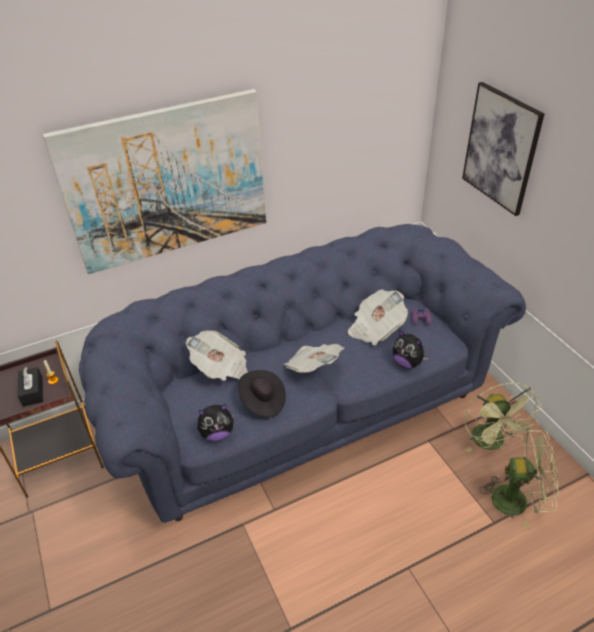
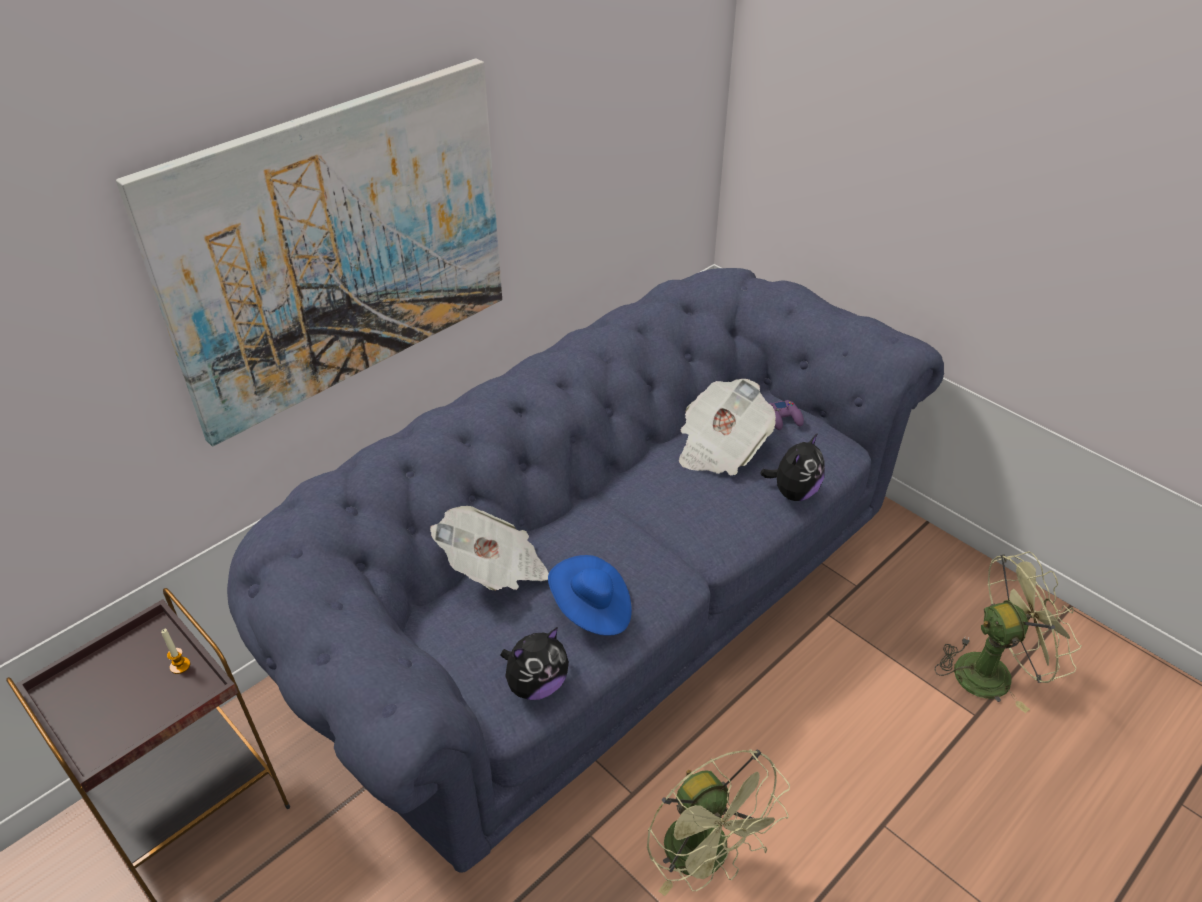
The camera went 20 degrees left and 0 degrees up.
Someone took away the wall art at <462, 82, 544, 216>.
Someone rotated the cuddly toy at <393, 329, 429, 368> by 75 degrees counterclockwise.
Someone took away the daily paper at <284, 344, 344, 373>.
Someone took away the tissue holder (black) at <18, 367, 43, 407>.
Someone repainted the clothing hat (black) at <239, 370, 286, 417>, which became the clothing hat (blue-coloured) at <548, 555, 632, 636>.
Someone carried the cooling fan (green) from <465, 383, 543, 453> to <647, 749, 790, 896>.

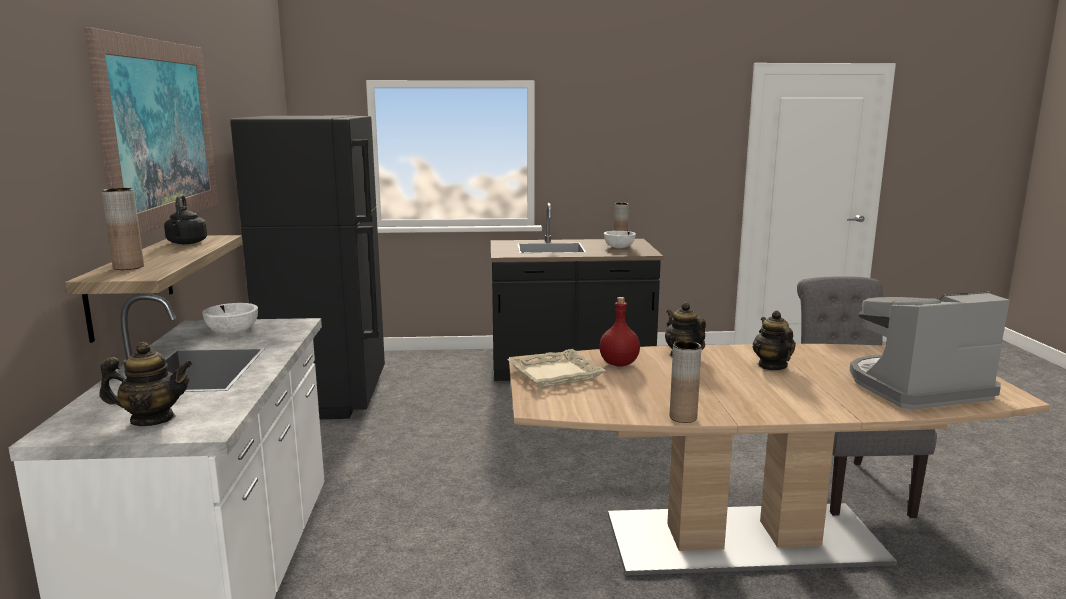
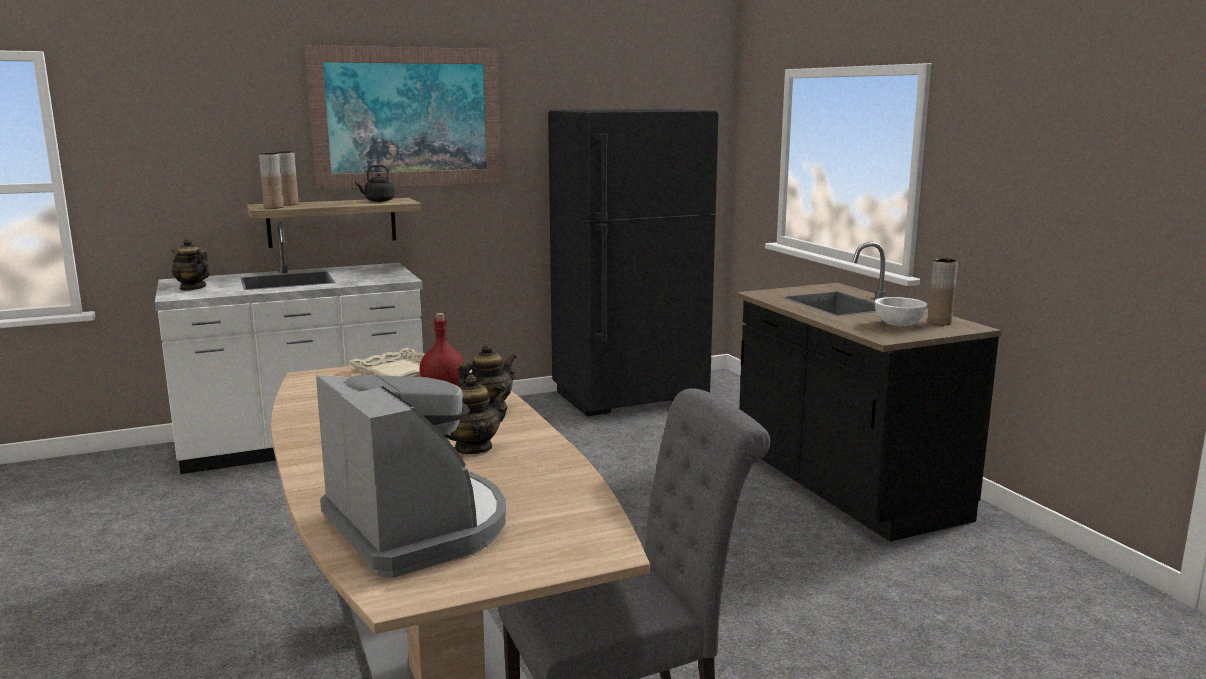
The camera went 70 degrees right and 0 degrees up.
Someone took away the serving bowl (whitish) at <202, 303, 258, 334>.
Someone carried the vase (brown-coloured) from <670, 341, 702, 423> to <259, 153, 284, 209>.
Someone rotated the pot for tea at <99, 342, 193, 426> by 150 degrees clockwise.

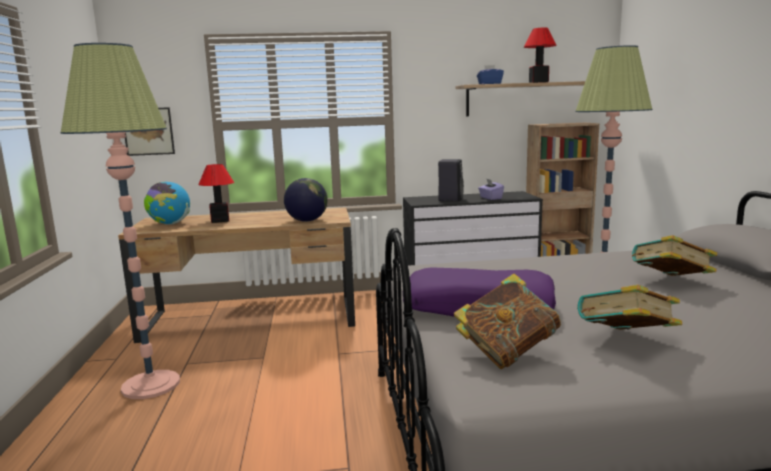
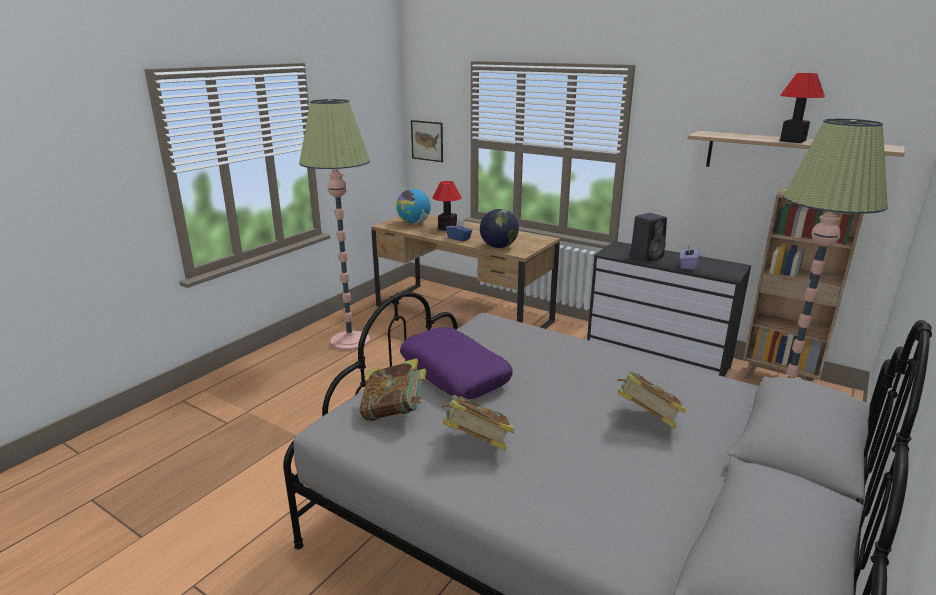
The camera went 40 degrees right and 10 degrees up.
Someone carried the tissue holder (blue-coloured) from <477, 65, 504, 84> to <446, 220, 472, 241>.

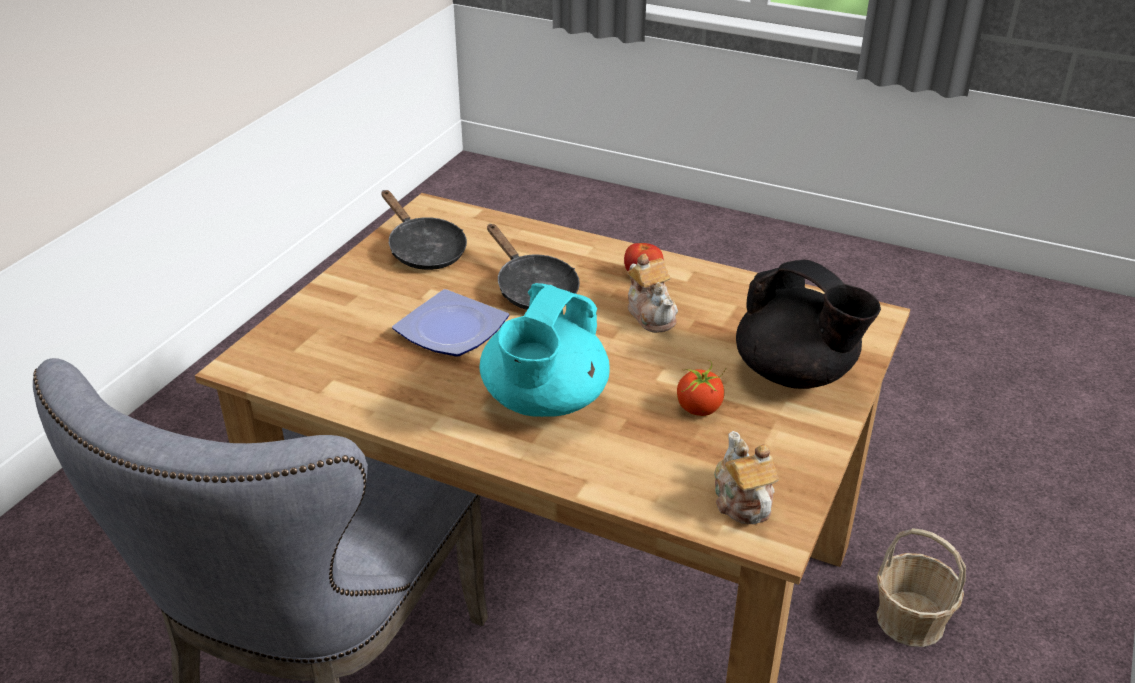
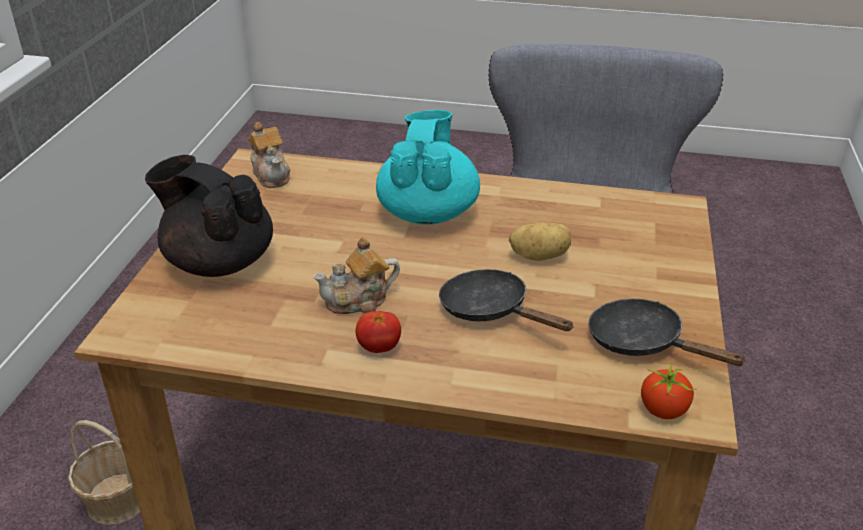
The camera went 165 degrees right and 0 degrees up.
Someone rotated the pot for tea at <627, 253, 678, 333> by 75 degrees counterclockwise.
Someone swapped the dinner plate at <392, 289, 509, 357> for the spud at <509, 222, 571, 261>.
Someone carried the whole tomato from <677, 360, 726, 416> to <641, 362, 697, 419>.

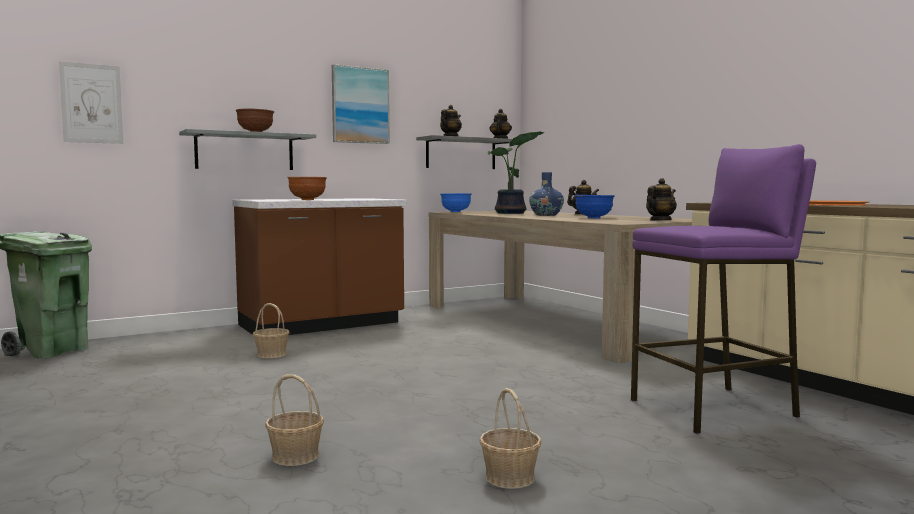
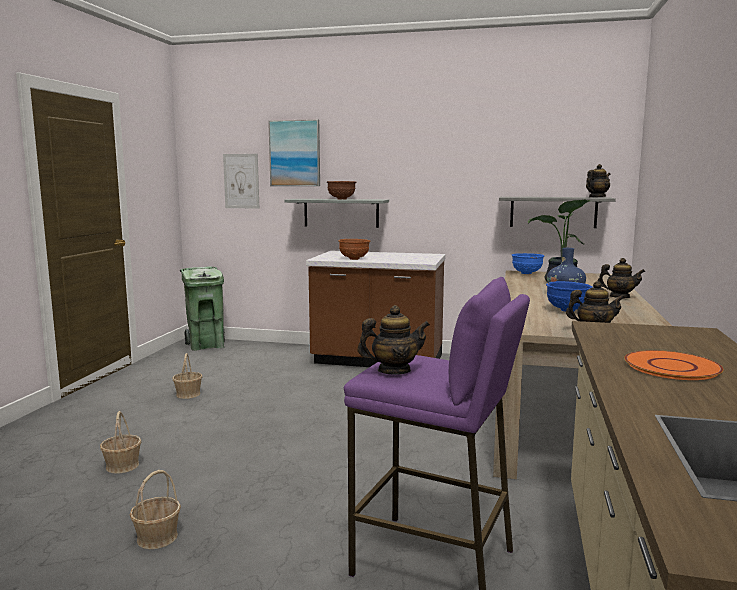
The camera went 45 degrees right and 5 degrees up.
Someone carried the wall art from <332, 64, 390, 144> to <268, 119, 320, 186>.
Someone carried the pot for tea from <440, 105, 462, 136> to <357, 305, 430, 375>.
Someone carried the household basket from <253, 303, 290, 358> to <172, 353, 202, 399>.

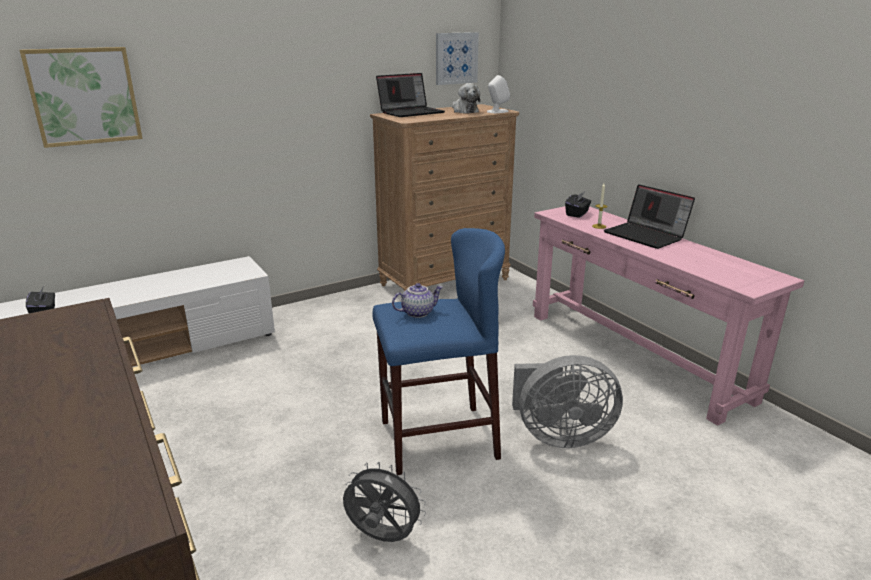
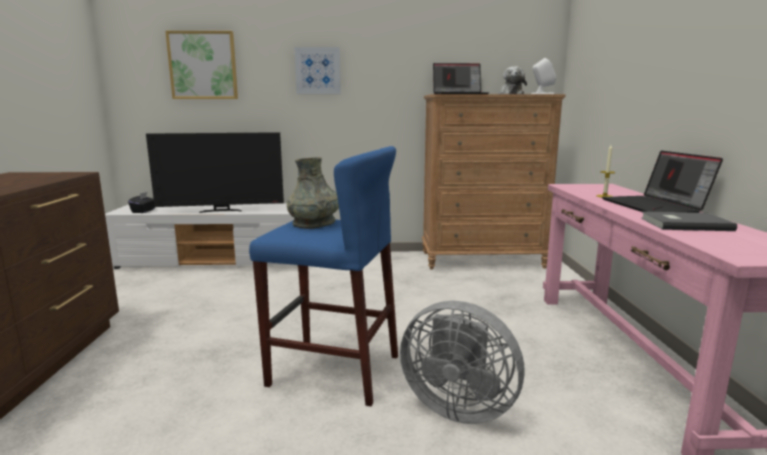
The camera went 30 degrees right and 10 degrees down.
Someone carried the wall art from <436, 32, 479, 85> to <294, 47, 341, 94>.
Someone took away the tissue holder (black) at <565, 191, 591, 218>.
Someone swapped the pot for tea at <392, 283, 443, 318> for the vase (gray) at <287, 157, 339, 229>.
Someone took away the cooling fan (gray) at <343, 462, 426, 542>.
Someone put down the television at <146, 132, 284, 213>.
Someone put down the bound book (gray) at <641, 211, 737, 231>.

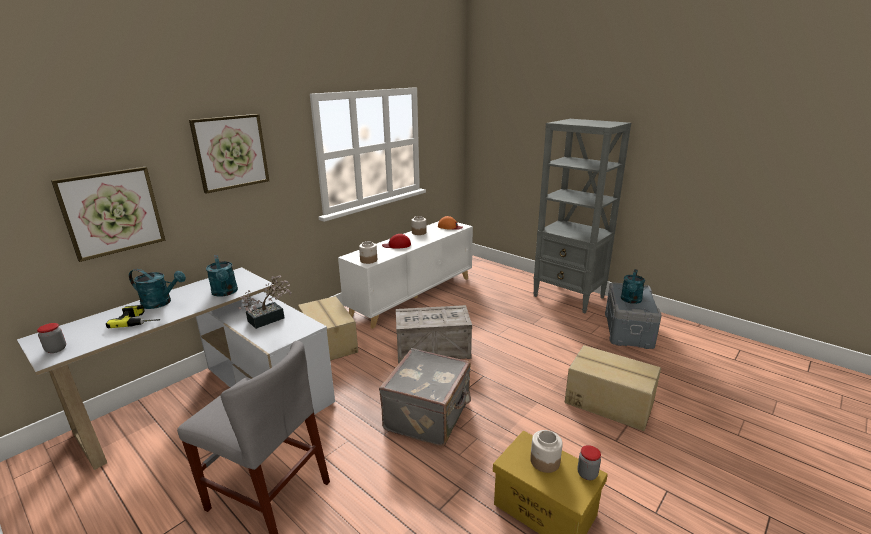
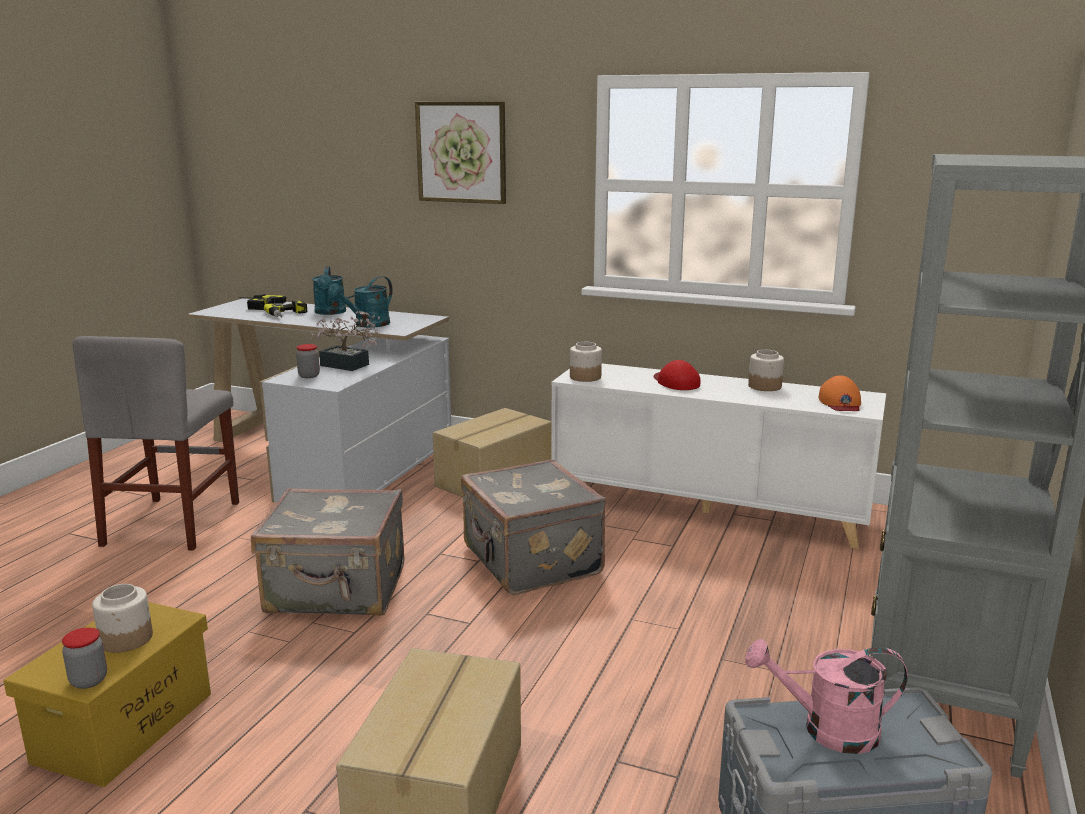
The camera went 70 degrees right and 5 degrees down.
Someone took away the wall art at <51, 167, 165, 262>.
Someone repainted the sprinkling can (blue-green) at <621, 269, 645, 304>, which became the sprinkling can (pink-coloured) at <745, 639, 908, 754>.
Someone swapped the shipping crate at <396, 305, 472, 363> for the suitcase (gray) at <461, 459, 606, 595>.
Someone carried the jar from <37, 323, 66, 353> to <296, 344, 320, 378>.
Someone put down the power drill at <239, 294, 286, 310>.

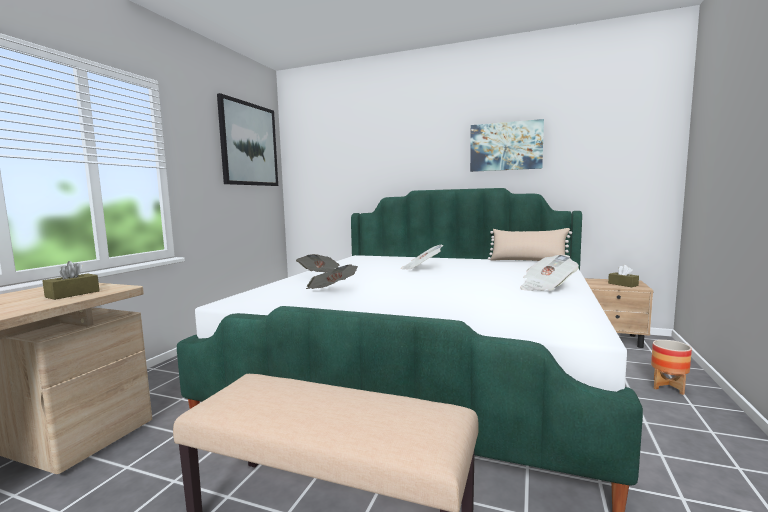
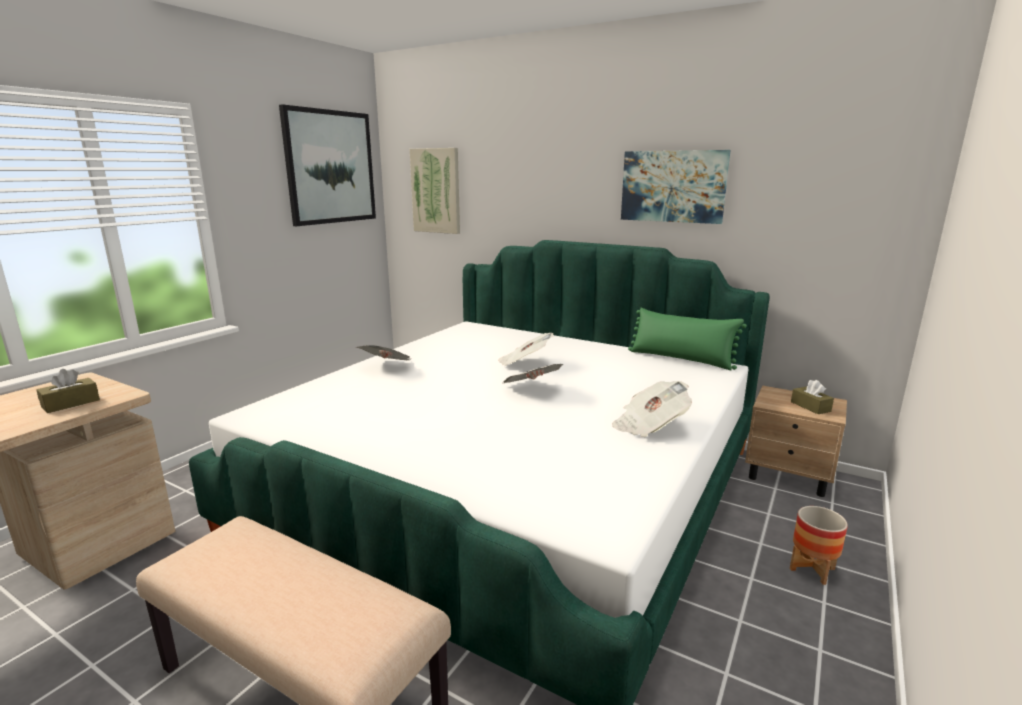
The camera went 10 degrees right and 10 degrees up.
Someone repainted the throw pillow (sand-coloured) at <488, 228, 572, 261>, which became the throw pillow (green) at <628, 308, 747, 370>.
Someone carried the daily paper from <306, 264, 358, 289> to <503, 364, 563, 383>.
Someone put up the wall art at <410, 148, 460, 234>.

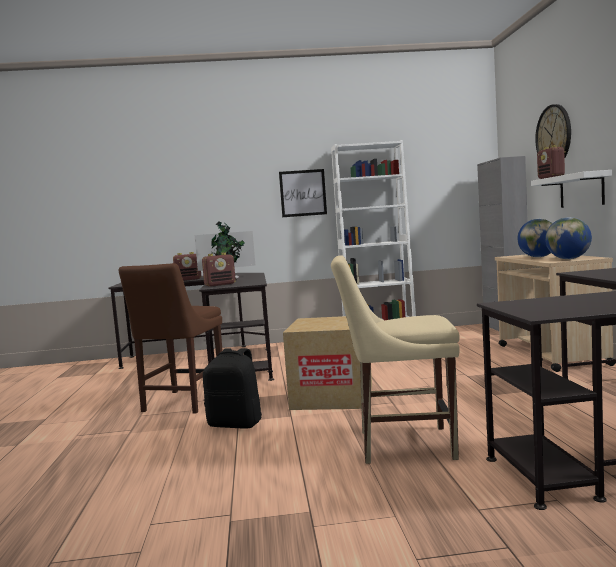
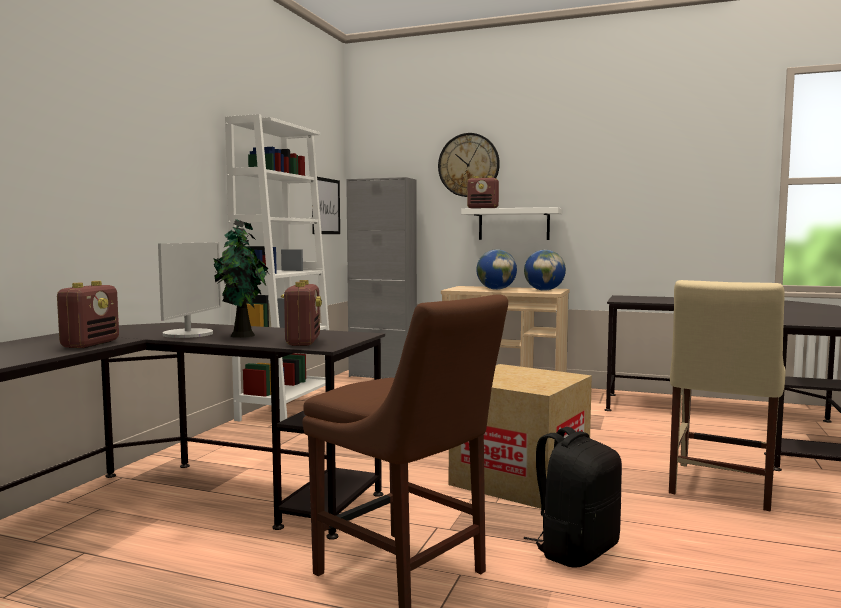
The camera went 65 degrees left and 0 degrees up.
Someone carried the wall art from <279, 169, 327, 217> to <312, 177, 340, 234>.

